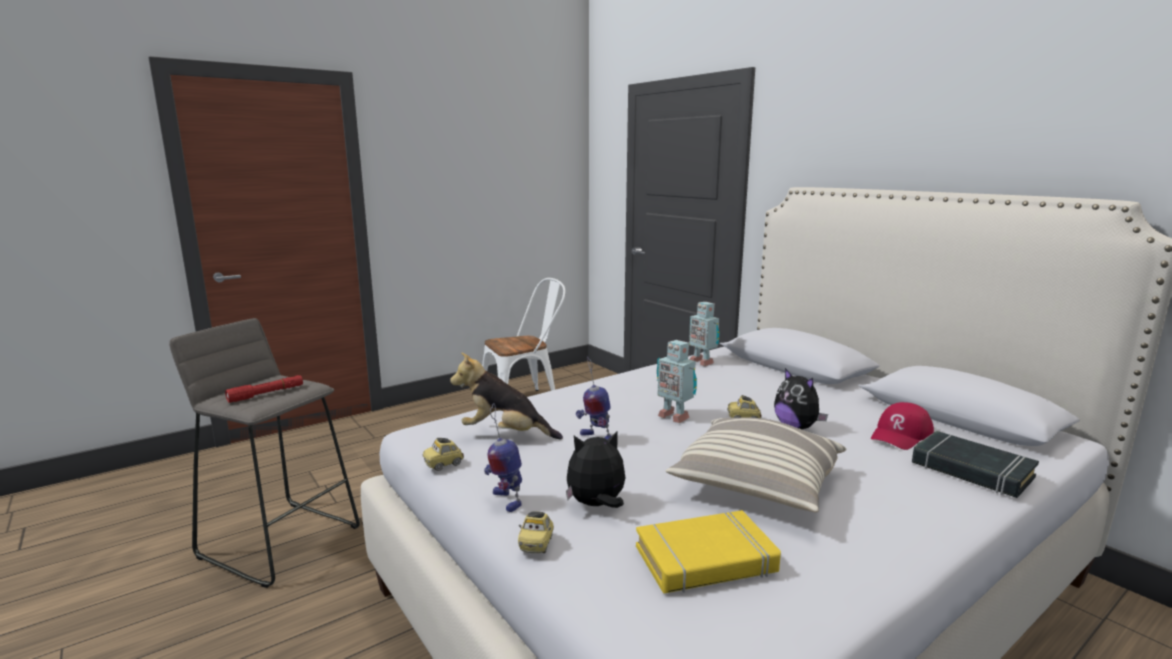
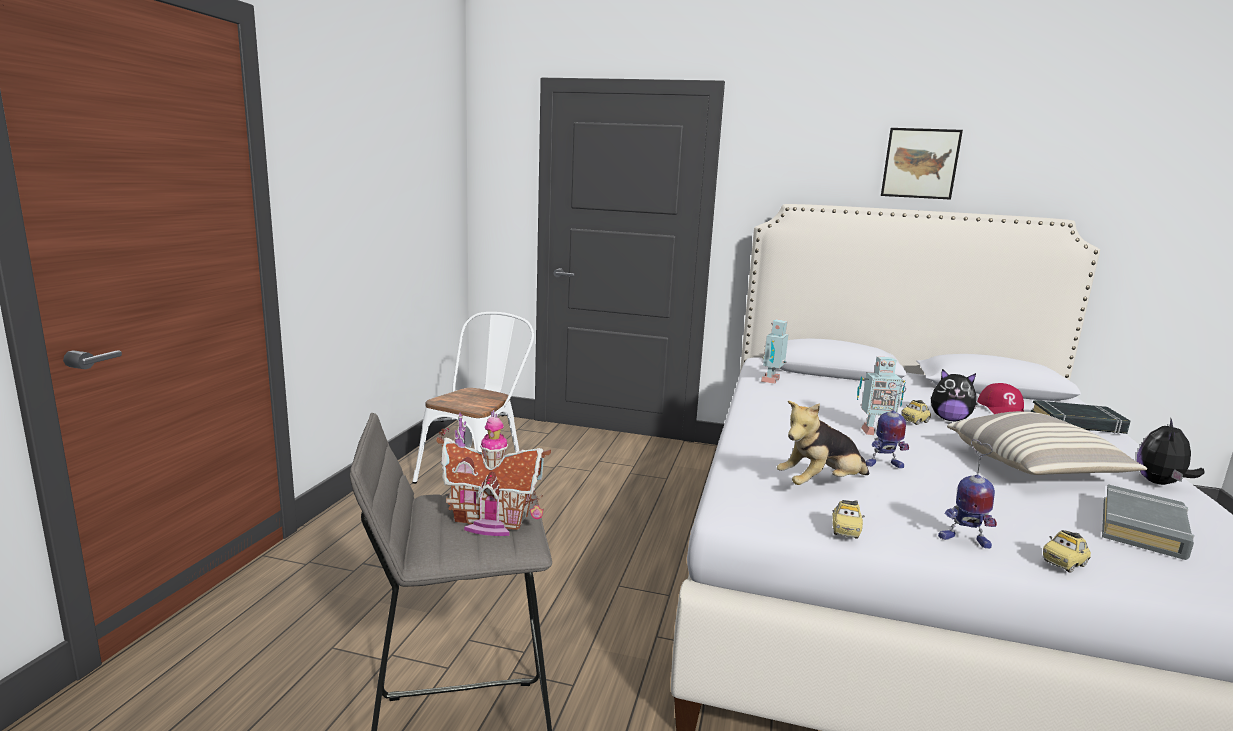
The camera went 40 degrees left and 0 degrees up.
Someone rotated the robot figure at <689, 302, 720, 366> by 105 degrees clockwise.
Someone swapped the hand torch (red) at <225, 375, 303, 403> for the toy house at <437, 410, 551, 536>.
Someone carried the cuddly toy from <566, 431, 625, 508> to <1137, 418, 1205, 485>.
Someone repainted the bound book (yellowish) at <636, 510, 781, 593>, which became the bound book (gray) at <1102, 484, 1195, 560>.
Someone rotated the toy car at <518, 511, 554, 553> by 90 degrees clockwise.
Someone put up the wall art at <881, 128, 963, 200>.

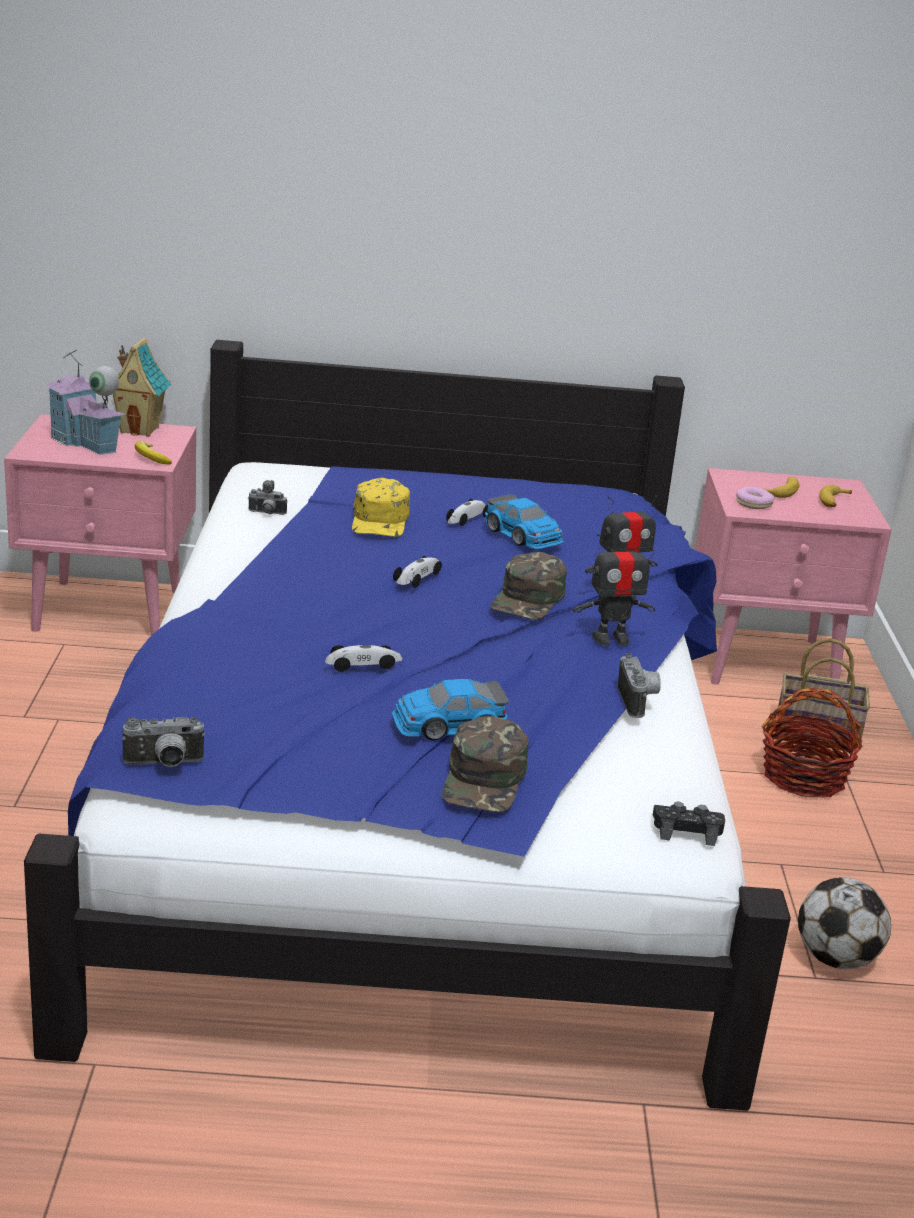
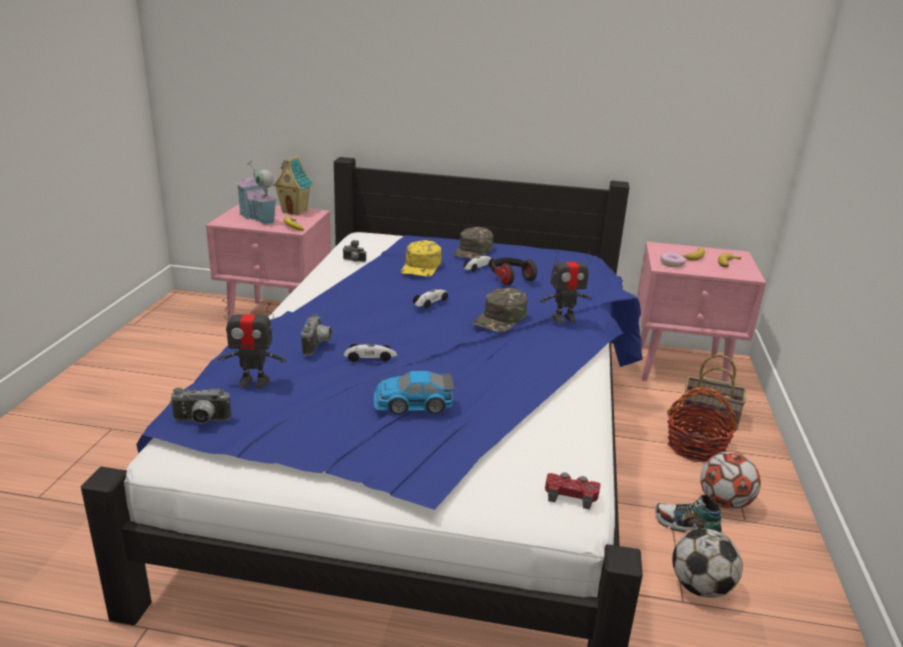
The camera went 10 degrees right and 0 degrees up.
Someone swapped the toy car at <485, 494, 564, 549> for the pair of headphones at <491, 257, 537, 285>.
Someone carried the robot figure from <573, 533, 656, 646> to <219, 299, 287, 389>.
Someone carried the photo camera from <618, 653, 661, 718> to <301, 314, 332, 356>.
Someone carried the cap (green) from <442, 716, 529, 812> to <453, 227, 493, 259>.
Someone repainted the gamepad (black) at <653, 802, 725, 846>, which became the gamepad (red) at <545, 472, 601, 510>.
Someone put down the ball for football at <700, 452, 761, 509>.
Someone put down the item of footwear at <655, 495, 722, 533>.

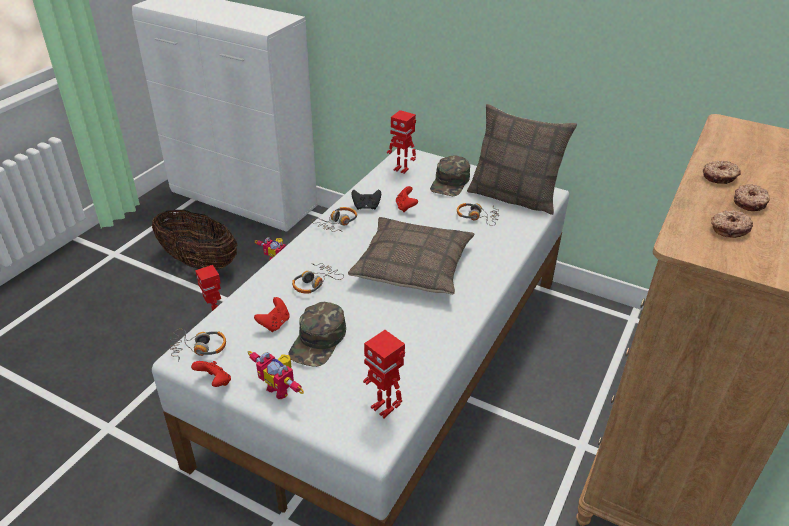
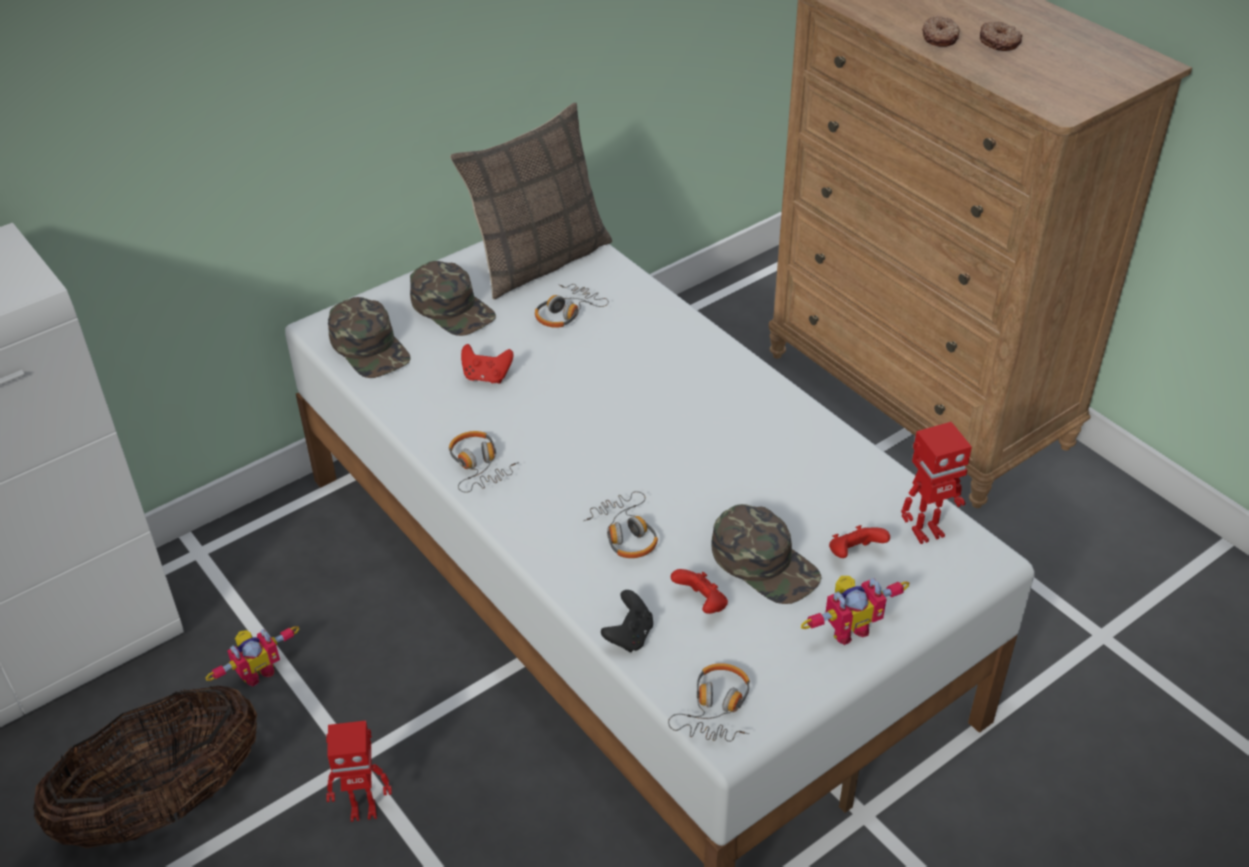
The camera went 65 degrees left and 5 degrees up.
Someone swapped the robot figure at <387, 110, 416, 174> for the cap (green) at <328, 297, 411, 378>.
Someone carried the gamepad (black) from <352, 190, 381, 210> to <601, 590, 653, 652>.
Someone took away the ring doughnut at <711, 210, 753, 238>.
Someone took away the throw pillow at <348, 217, 475, 295>.
Someone carried the gamepad (red) from <191, 361, 231, 387> to <829, 525, 890, 558>.

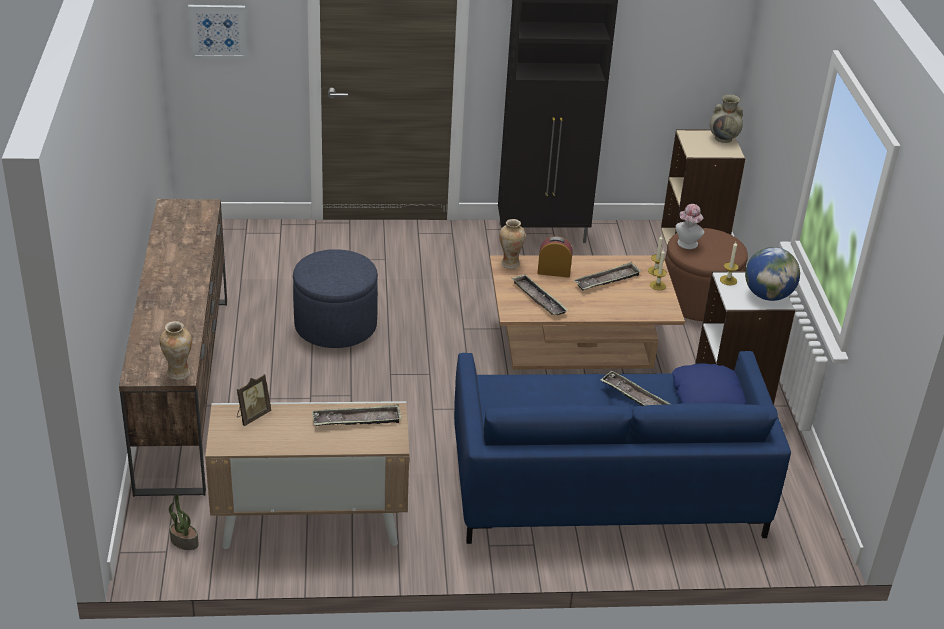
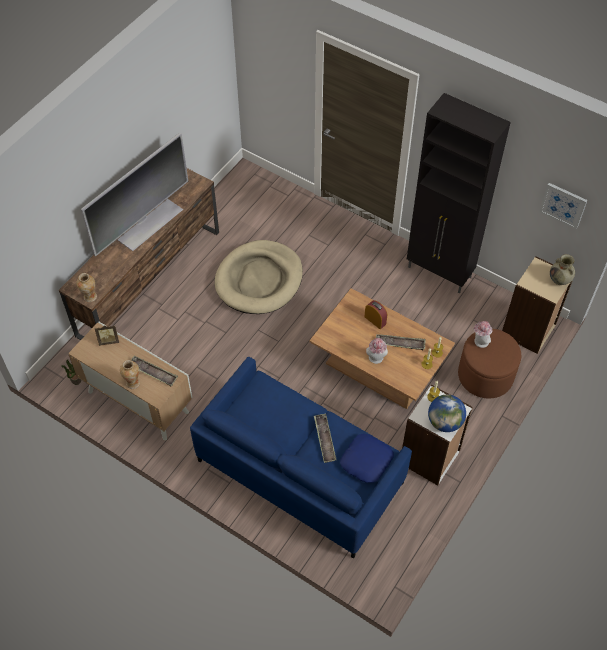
The camera went 40 degrees right and 20 degrees up.
Someone carried the wall art from <188, 5, 248, 59> to <539, 183, 587, 229>.
Someone carried the vase from <499, 219, 525, 269> to <120, 360, 140, 389>.
Someone swapped the ottoman (blue-coloured) at <293, 249, 378, 348> for the dog bed (sand-coloured) at <215, 240, 303, 314>.
Someone took away the carrying tray at <511, 274, 569, 315>.
Someone put down the television at <81, 133, 188, 257>.
Someone put down the clothing hat at <366, 338, 388, 364>.

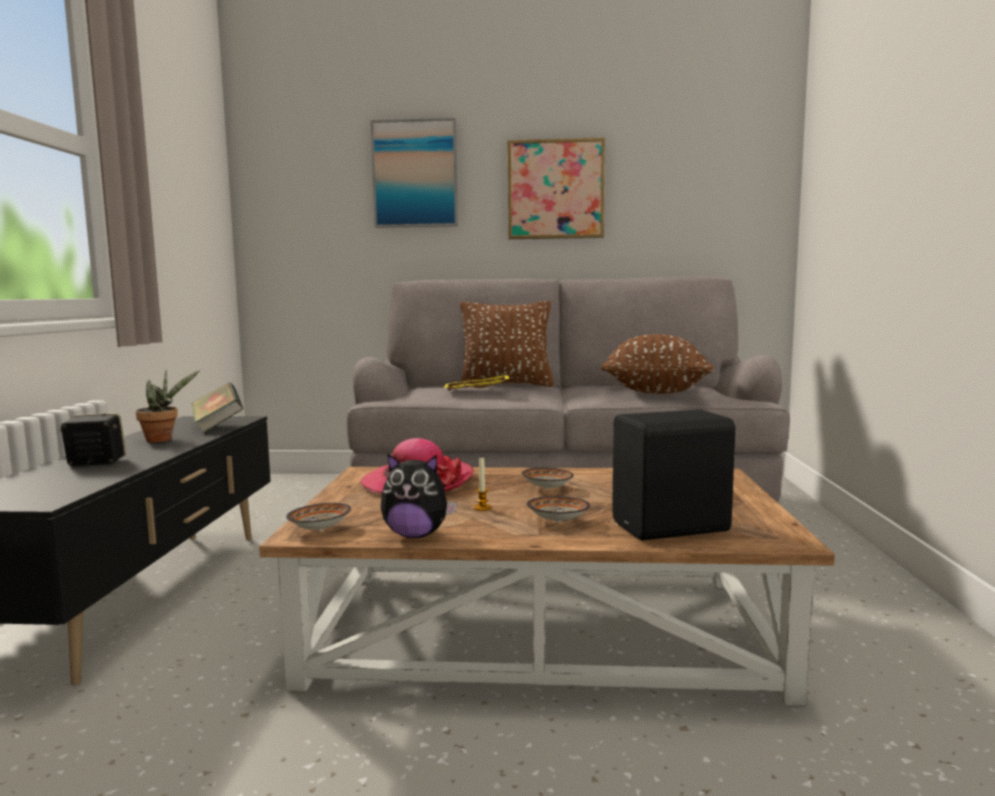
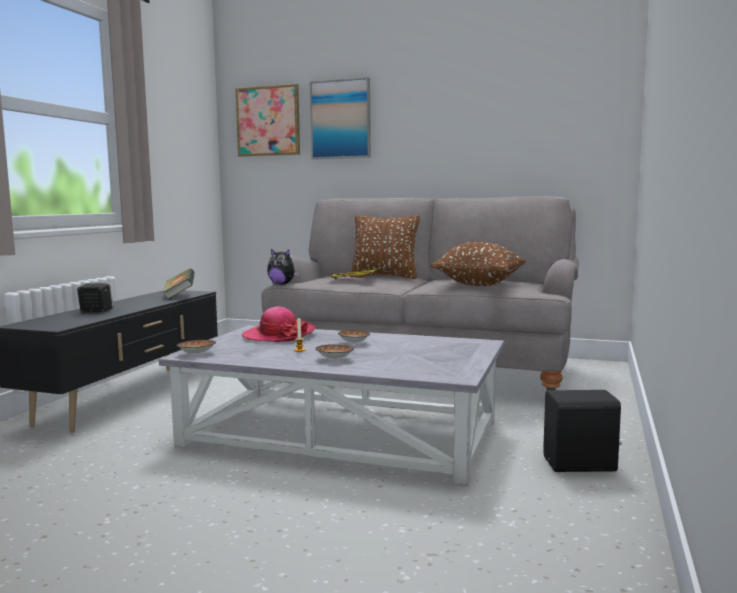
The camera went 15 degrees right and 0 degrees up.
Someone carried the wall art from <508, 137, 605, 239> to <235, 84, 300, 157>.
Someone took away the plant in a pot at <136, 370, 200, 442>.
Someone carried the loudspeaker (black) from <612, 409, 735, 541> to <543, 390, 622, 472>.
Someone carried the cuddly toy from <381, 453, 457, 538> to <267, 249, 300, 285>.
Someone repainted the lounge table (brown-coloured) at <259, 467, 835, 706>, which became the lounge table (gray) at <159, 325, 504, 486>.

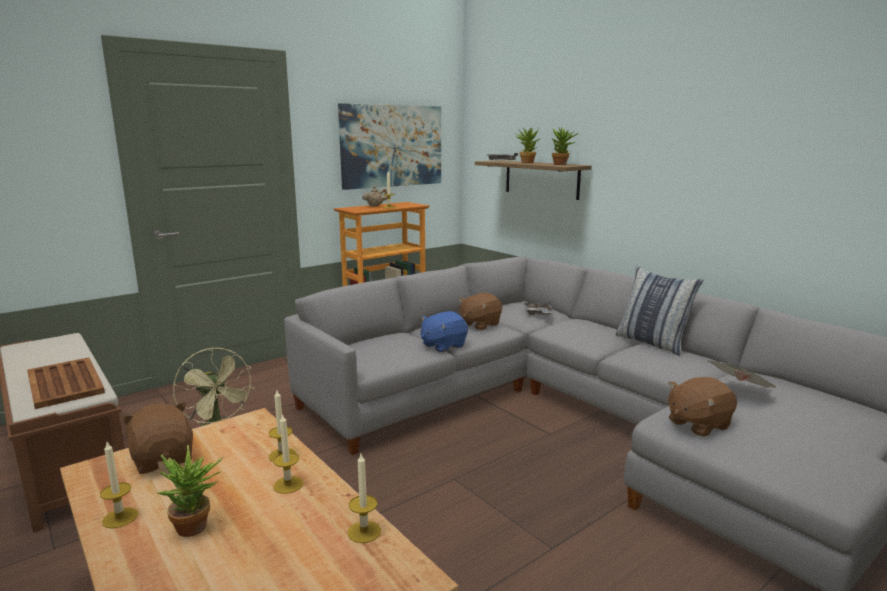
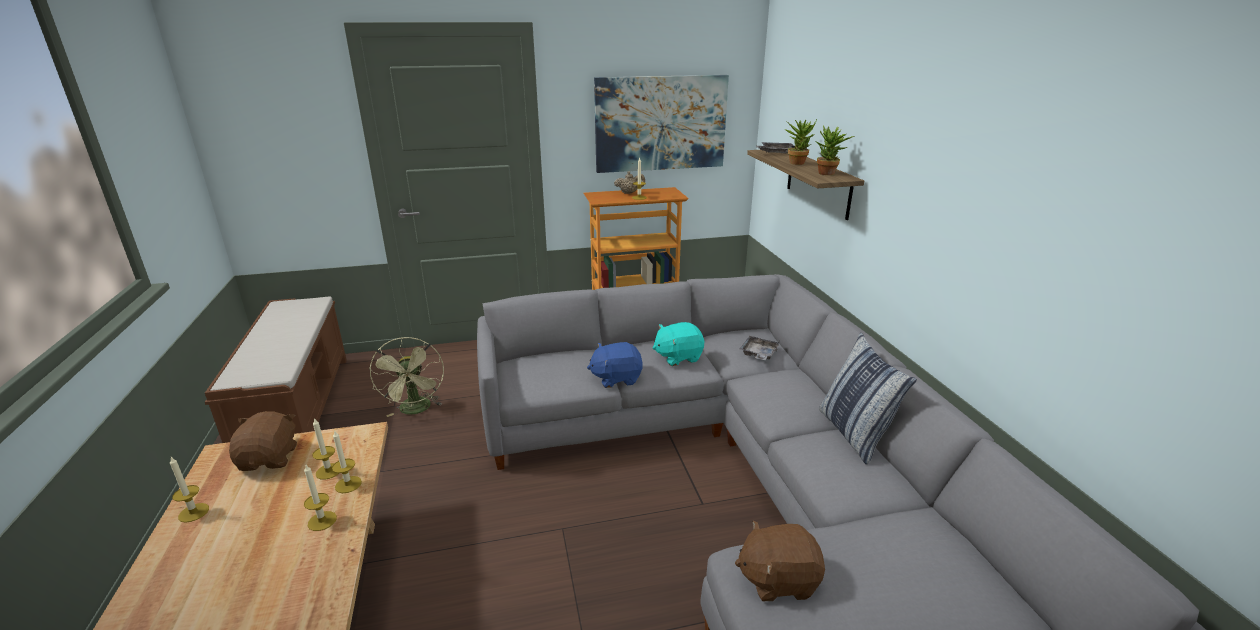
The camera went 25 degrees right and 10 degrees up.
Someone repainted the cuddly toy (brown-coloured) at <459, 293, 502, 330>, which became the cuddly toy (blue-green) at <653, 322, 704, 366>.
Someone took away the carrying tray (brown-coloured) at <27, 357, 105, 409>.
Someone took away the daily paper at <706, 360, 776, 388>.
Someone took away the plant in a pot at <158, 444, 223, 537>.
Someone carried the candle from <348, 454, 381, 543> to <312, 418, 339, 480>.

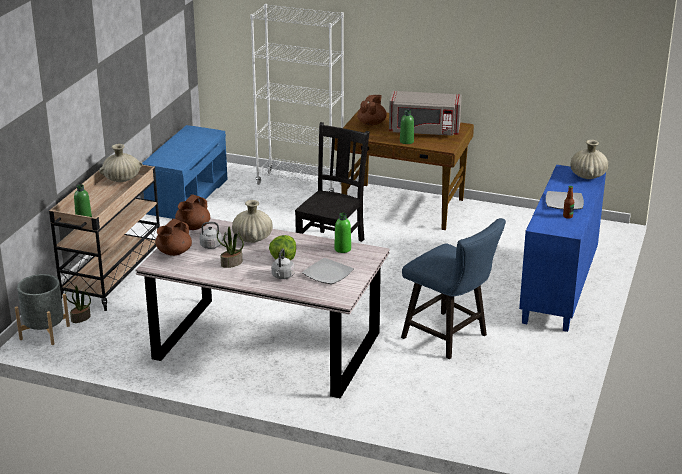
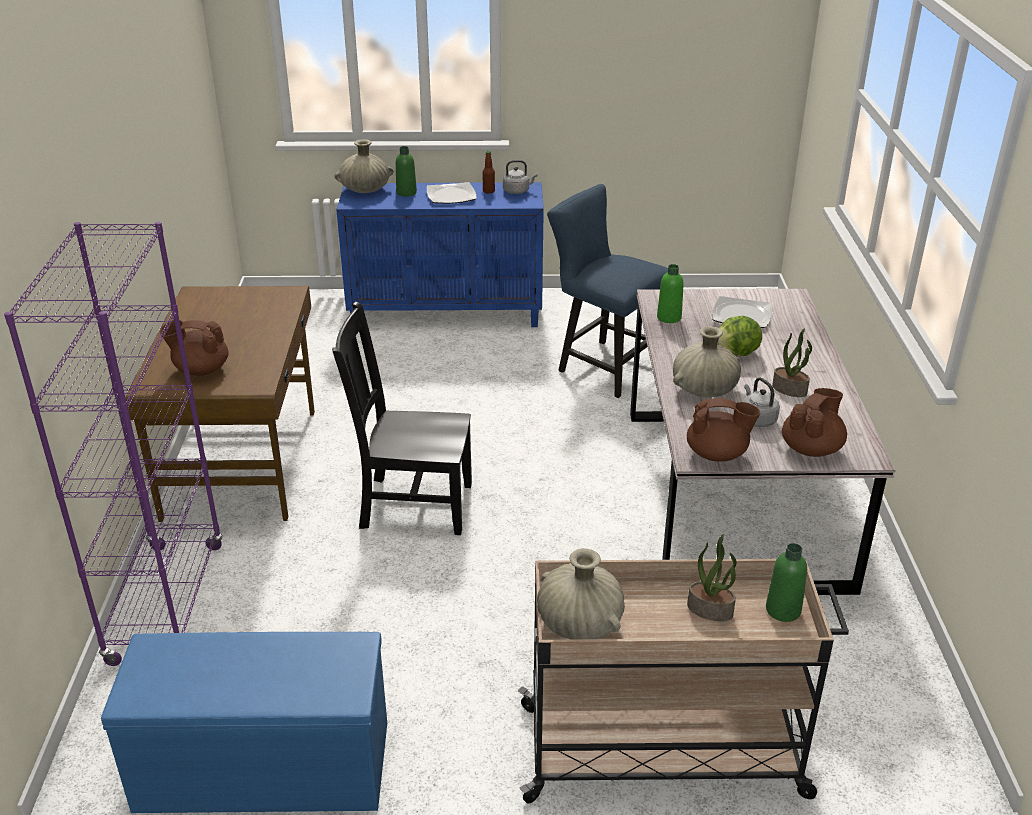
The camera went 110 degrees left and 5 degrees up.
Someone repainted the bookshelf (whitish) at <250, 4, 344, 192>, which became the bookshelf (purple) at <4, 222, 223, 666>.
Someone took away the microwave (gray) at <389, 91, 462, 136>.
Someone carried the drink bottle (green) from <400, 110, 414, 144> to <396, 146, 417, 196>.
Someone rotated the upright chair (blue-coloured) at <401, 218, 506, 359> by 75 degrees counterclockwise.
Someone rotated the pot for tea (brown-coloured) at <155, 219, 192, 256> by 60 degrees counterclockwise.
Someone carried the water kettle (gray) from <271, 248, 295, 279> to <503, 160, 538, 194>.
Someone took away the flower pot (gray) at <15, 274, 70, 345>.
Someone carried the plant in a pot from <65, 285, 91, 323> to <687, 534, 736, 621>.

